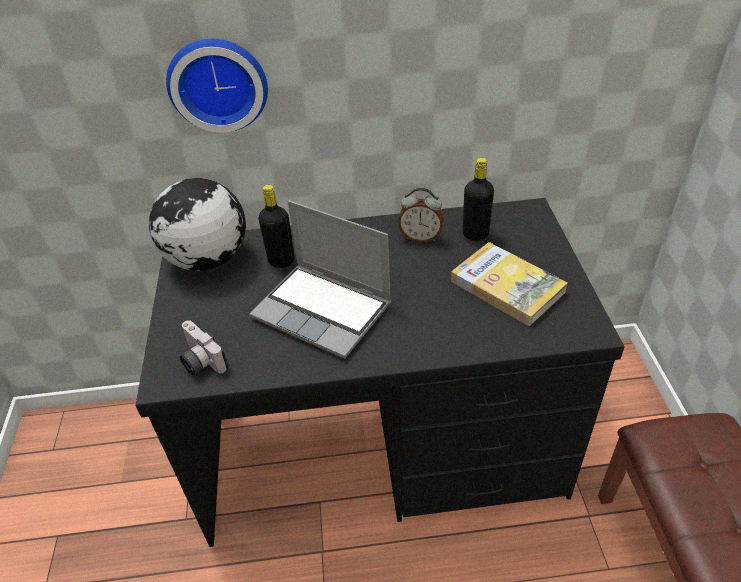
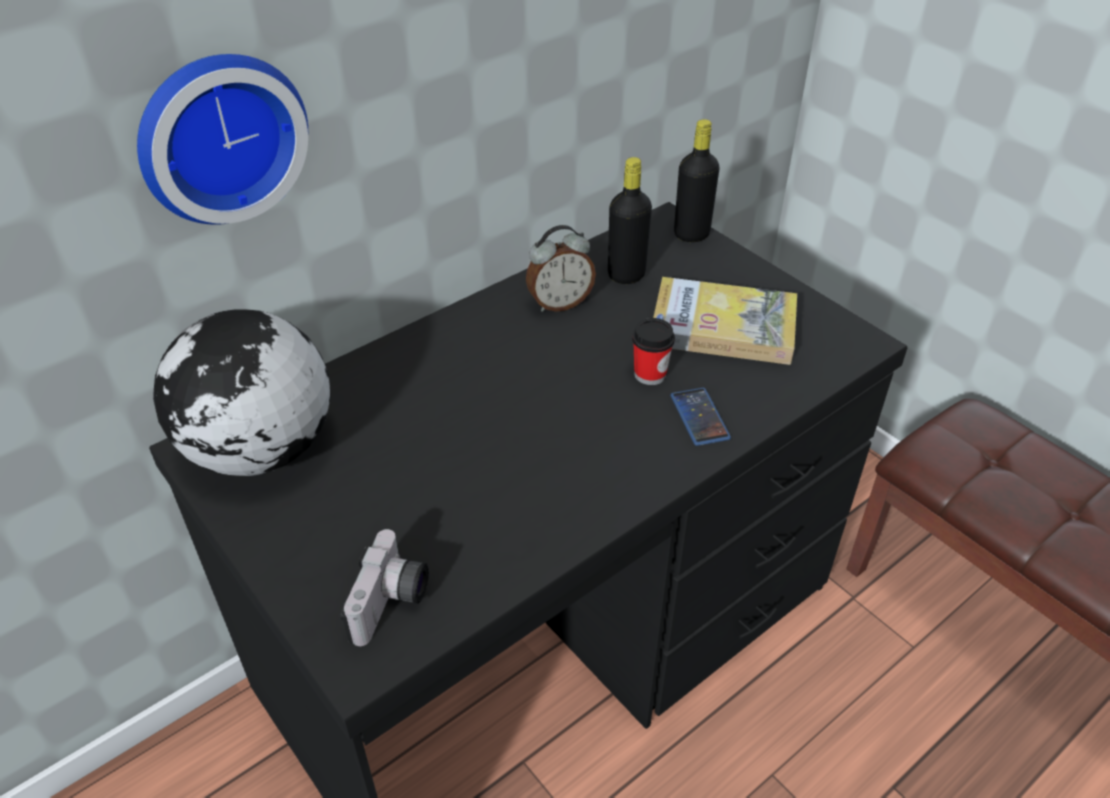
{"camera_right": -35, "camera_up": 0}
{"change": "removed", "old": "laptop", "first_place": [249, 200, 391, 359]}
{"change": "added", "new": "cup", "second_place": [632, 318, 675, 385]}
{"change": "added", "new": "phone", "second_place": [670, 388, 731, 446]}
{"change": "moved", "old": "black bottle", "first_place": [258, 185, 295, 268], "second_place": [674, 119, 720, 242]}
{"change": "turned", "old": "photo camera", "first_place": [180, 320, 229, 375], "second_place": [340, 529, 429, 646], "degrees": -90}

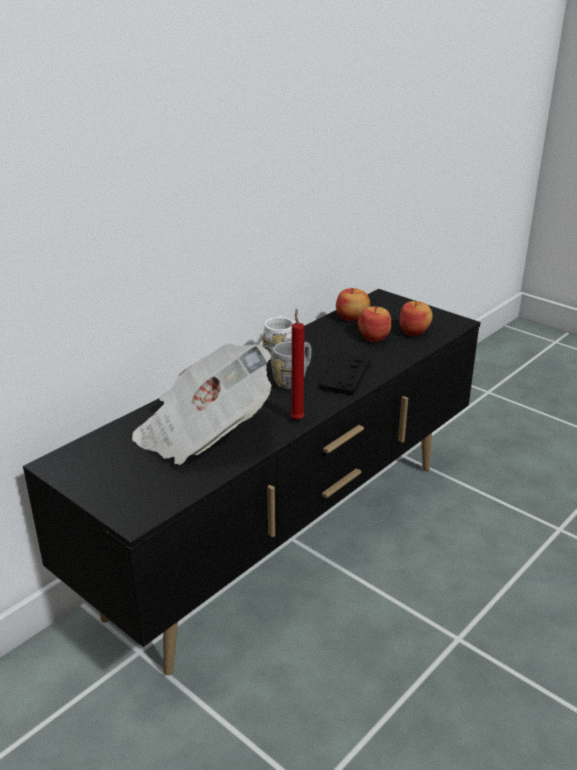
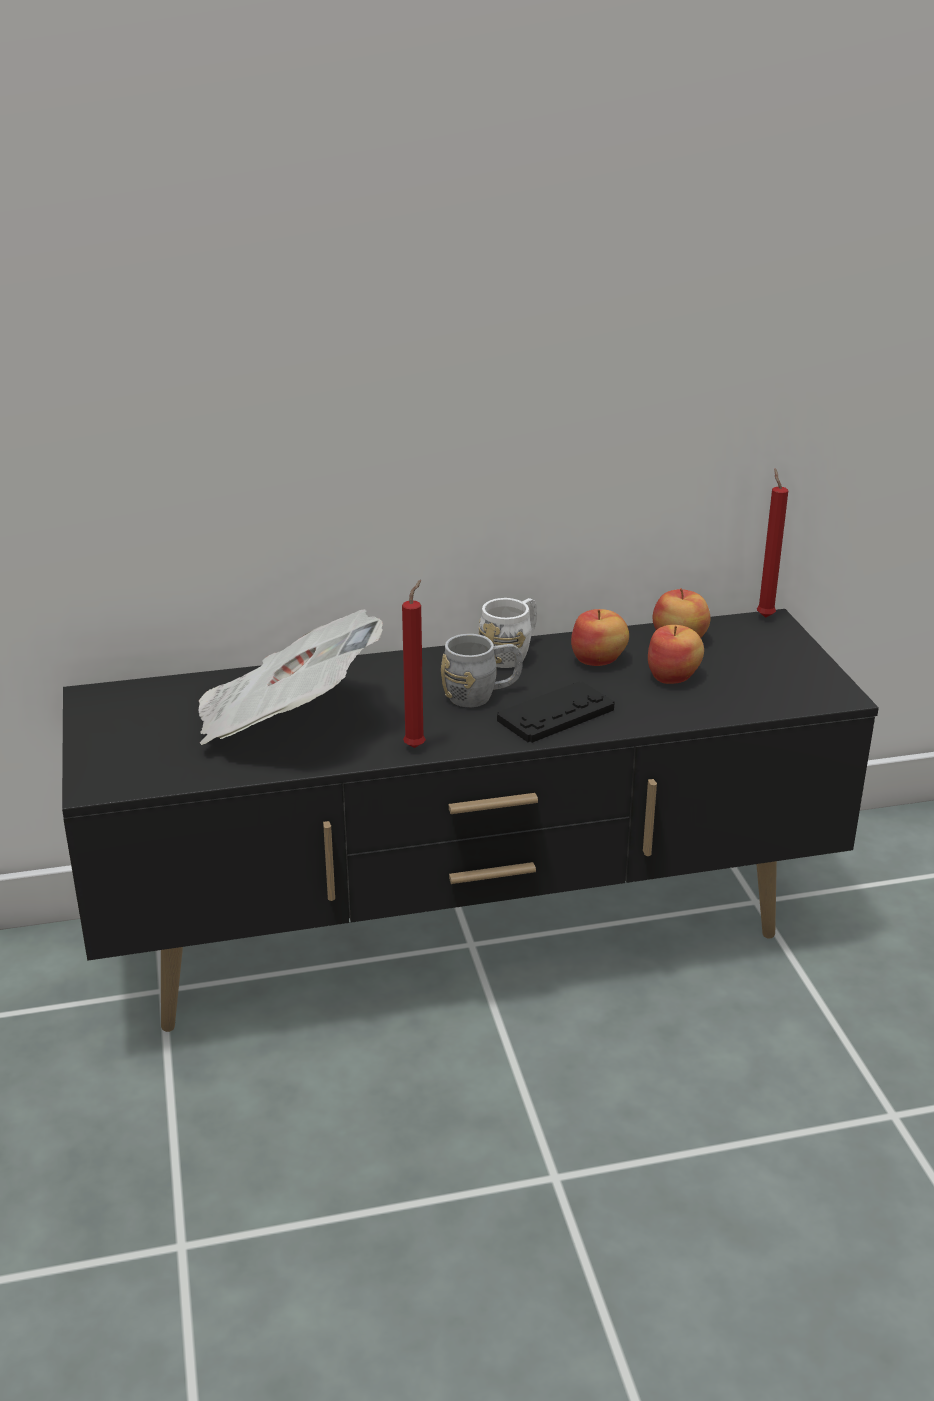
{"camera_right": 35, "camera_up": 0}
{"change": "added", "new": "red candle", "second_place": [757, 469, 788, 618]}
{"change": "moved", "old": "apple", "first_place": [400, 301, 433, 336], "second_place": [571, 609, 629, 666]}

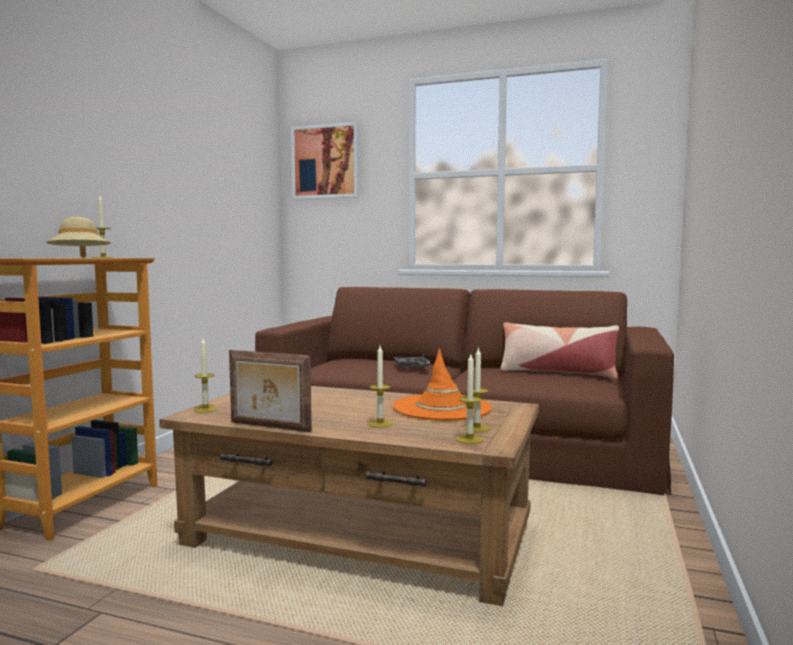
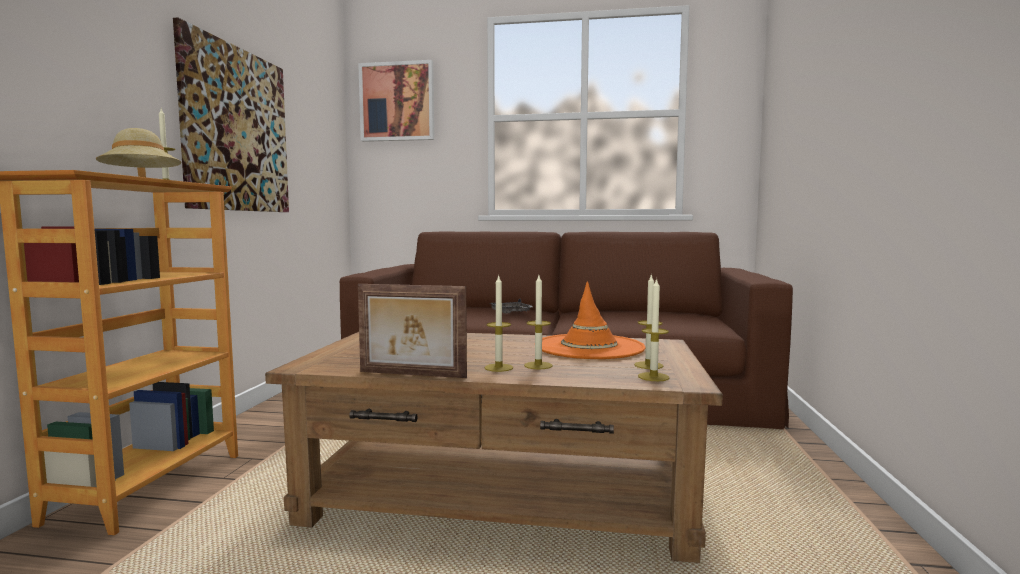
{"camera_right": -10, "camera_up": 0}
{"change": "removed", "old": "pillow", "first_place": [501, 323, 619, 379]}
{"change": "added", "new": "picture", "second_place": [173, 17, 289, 212]}
{"change": "moved", "old": "candle", "first_place": [194, 338, 217, 413], "second_place": [485, 276, 513, 372]}

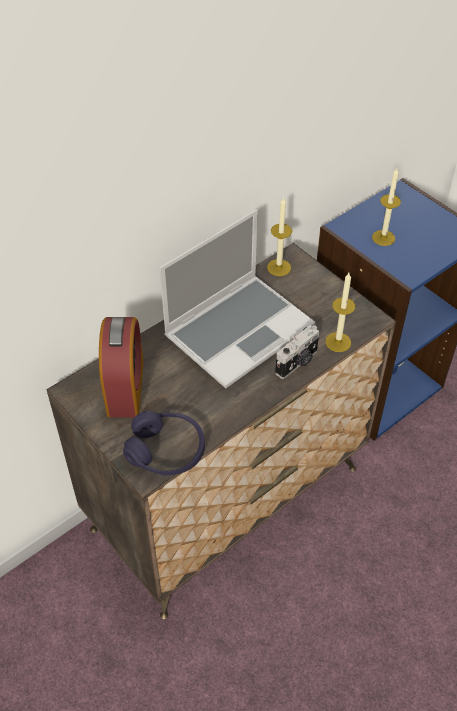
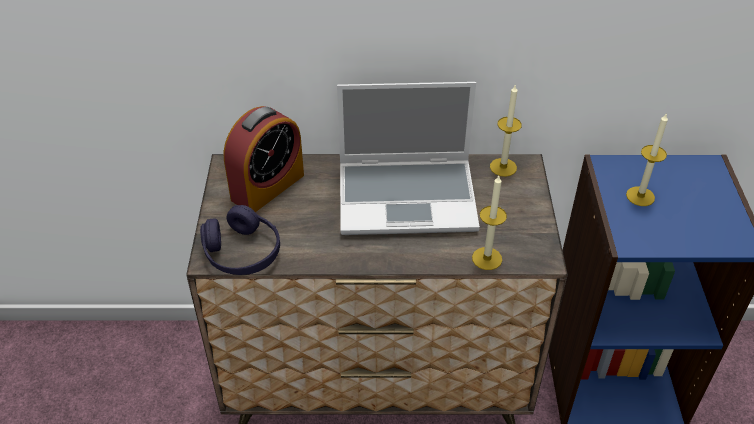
{"camera_right": 40, "camera_up": -5}
{"change": "removed", "old": "photo camera", "first_place": [275, 325, 319, 379]}

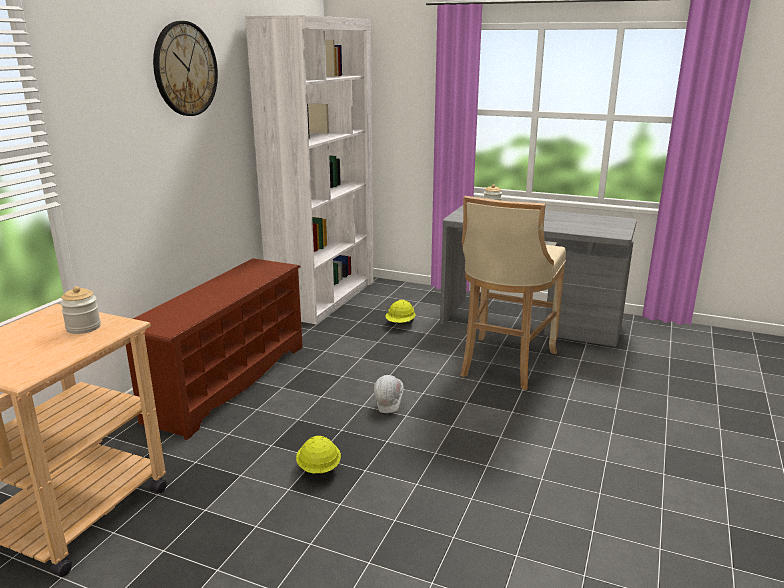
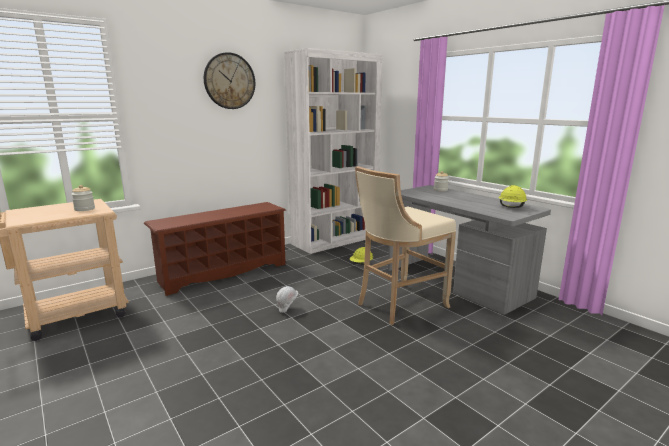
{"camera_right": 30, "camera_up": -5}
{"change": "moved", "old": "yellow hard hat", "first_place": [296, 436, 341, 474], "second_place": [498, 185, 528, 208]}

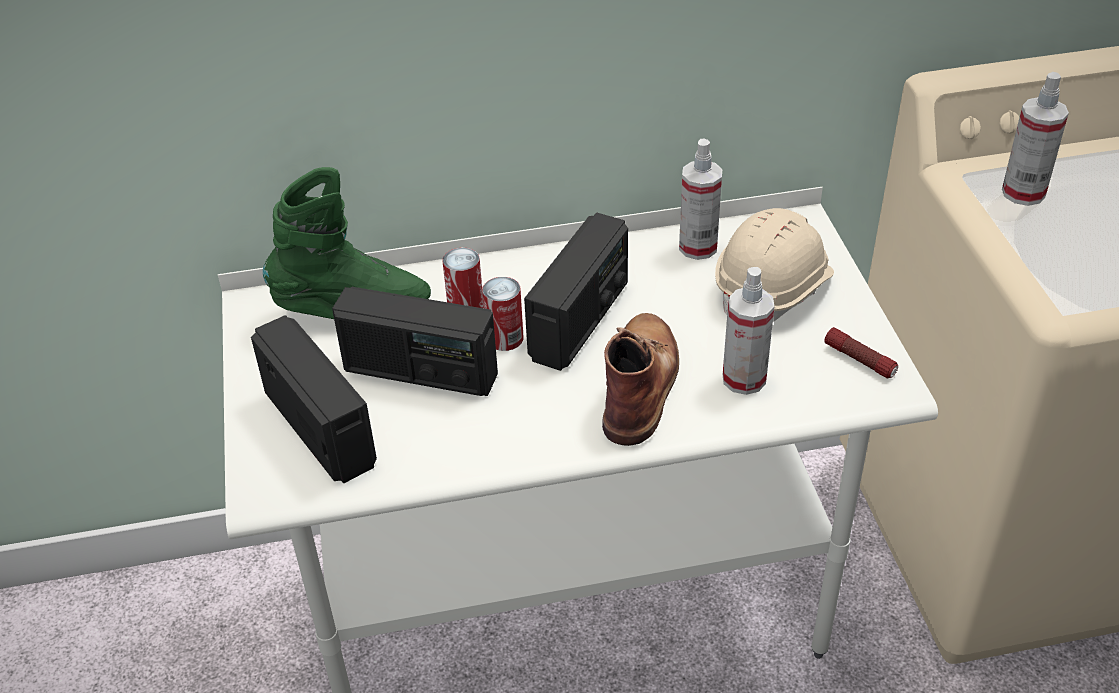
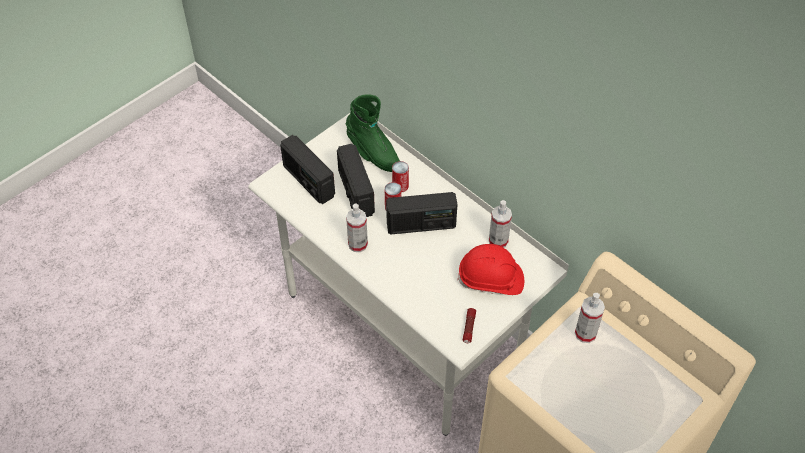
{"camera_right": 55, "camera_up": 10}
{"change": "removed", "old": "brown boot", "first_place": [602, 313, 679, 446]}
{"change": "moved", "old": "spray bottle", "first_place": [723, 267, 774, 395], "second_place": [346, 204, 368, 252]}
{"change": "recoloured", "old": "beige hard hat", "new": "red hard hat", "first_place": [715, 208, 834, 322], "second_place": [457, 244, 524, 295]}
{"change": "turned", "old": "radio", "first_place": [251, 315, 377, 483], "second_place": [280, 135, 335, 204], "degrees": 120}

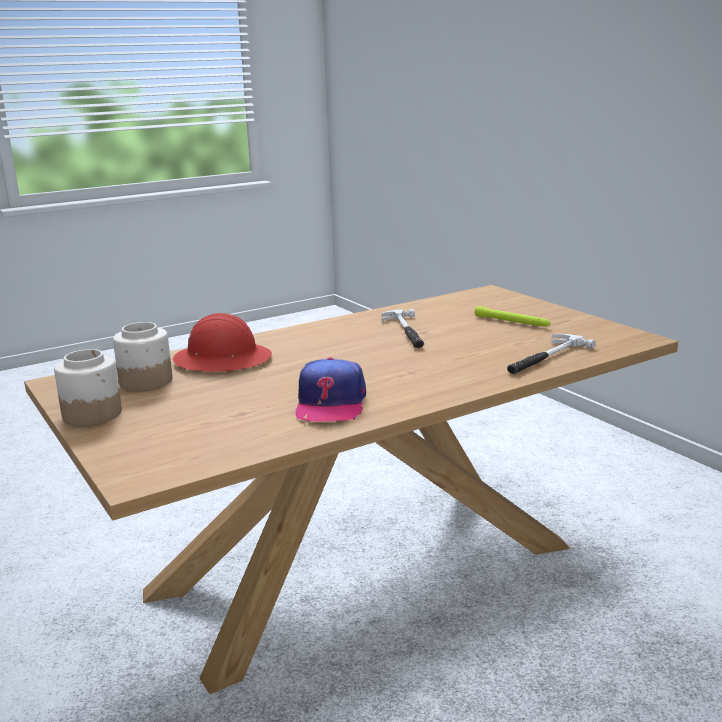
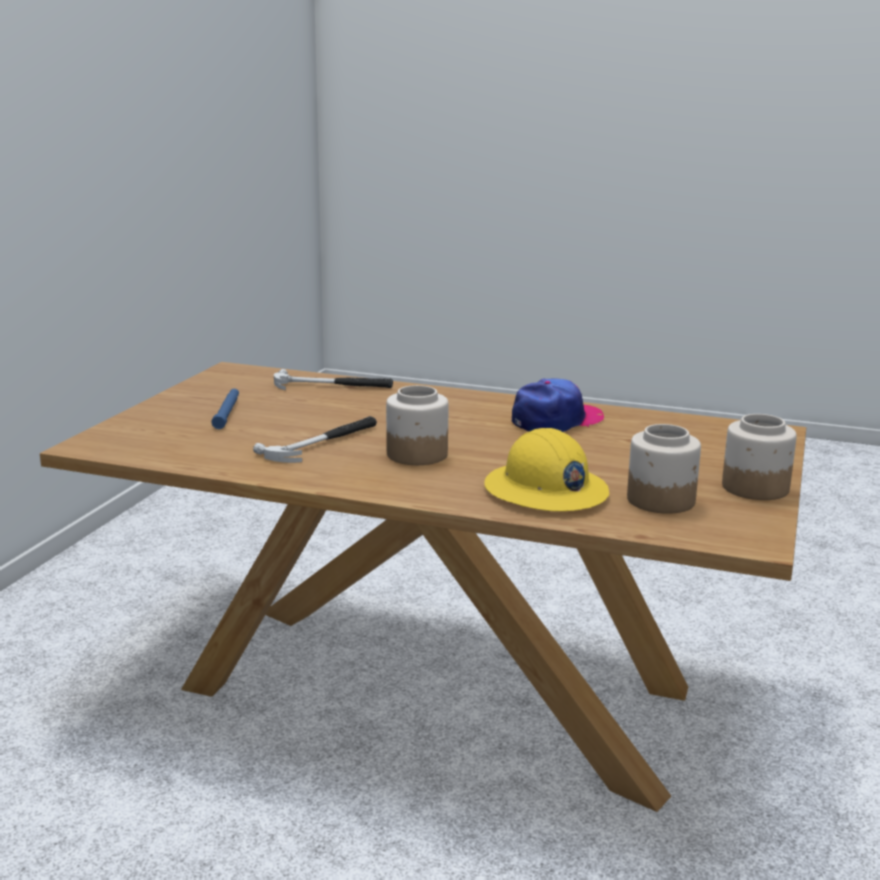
{"camera_right": -130, "camera_up": 0}
{"change": "added", "new": "jar", "second_place": [386, 385, 449, 465]}
{"change": "recoloured", "old": "red hard hat", "new": "yellow hard hat", "first_place": [173, 313, 272, 371], "second_place": [484, 428, 609, 511]}
{"change": "recoloured", "old": "green flashlight", "new": "blue flashlight", "first_place": [475, 306, 551, 327], "second_place": [211, 389, 239, 429]}

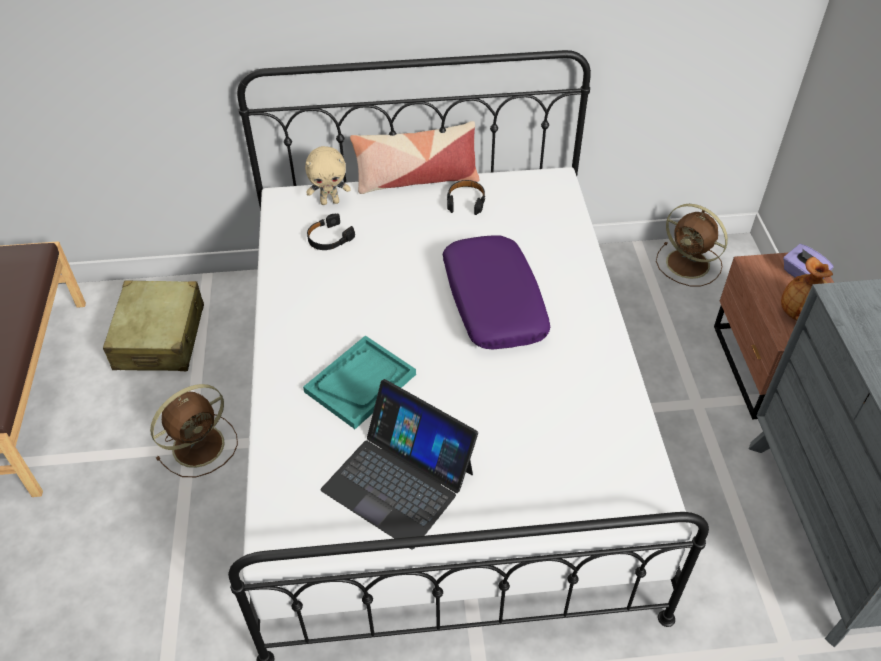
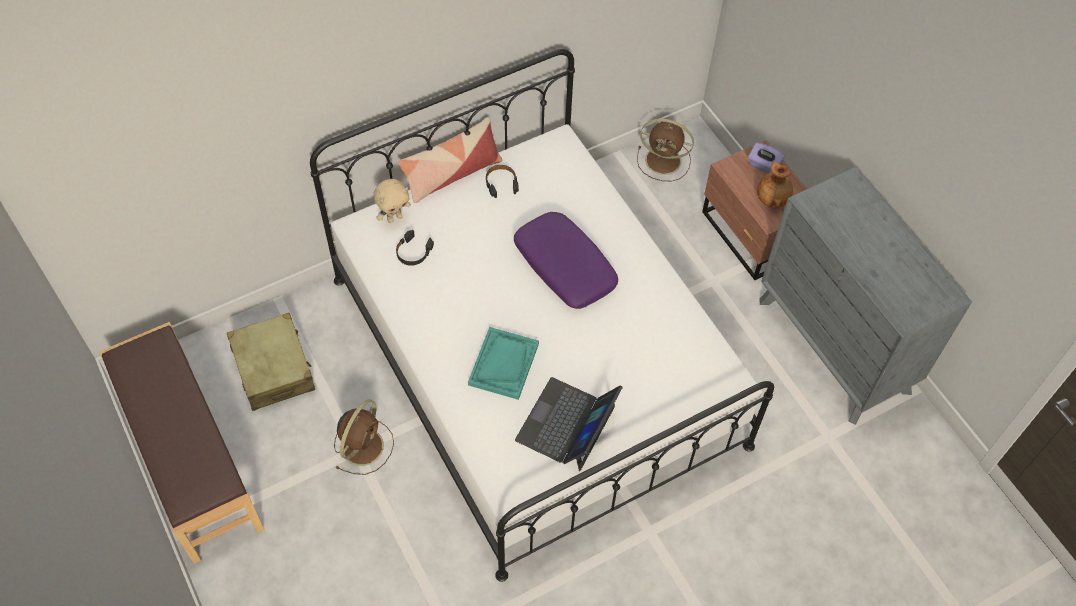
{"camera_right": -25, "camera_up": 10}
{"change": "turned", "old": "laptop", "first_place": [321, 379, 478, 550], "second_place": [515, 377, 623, 471], "degrees": 105}

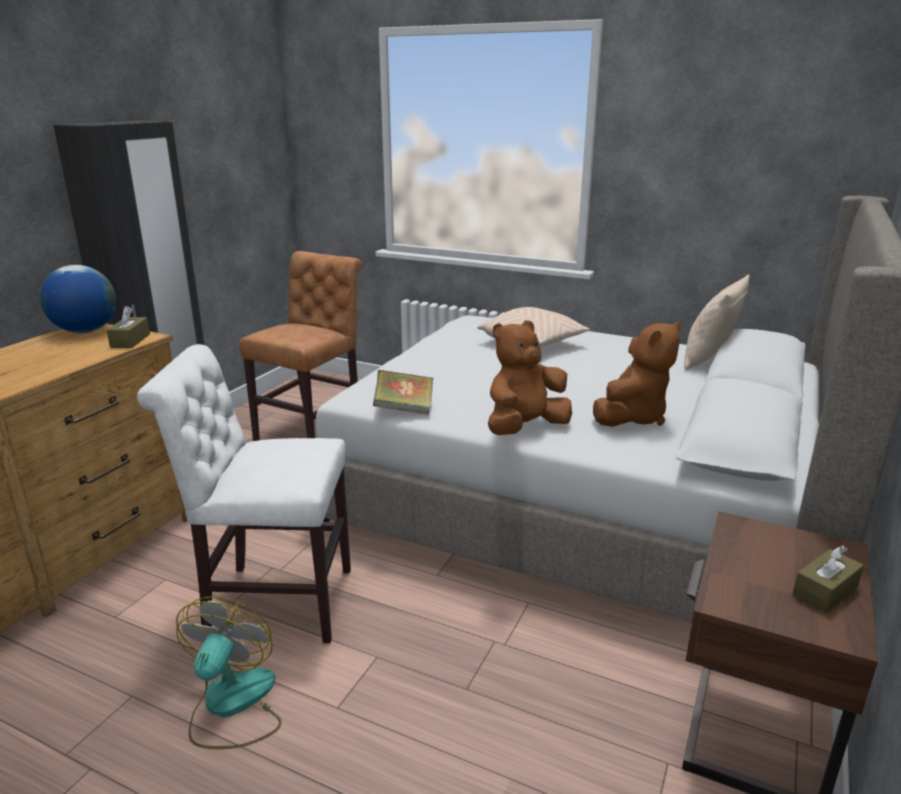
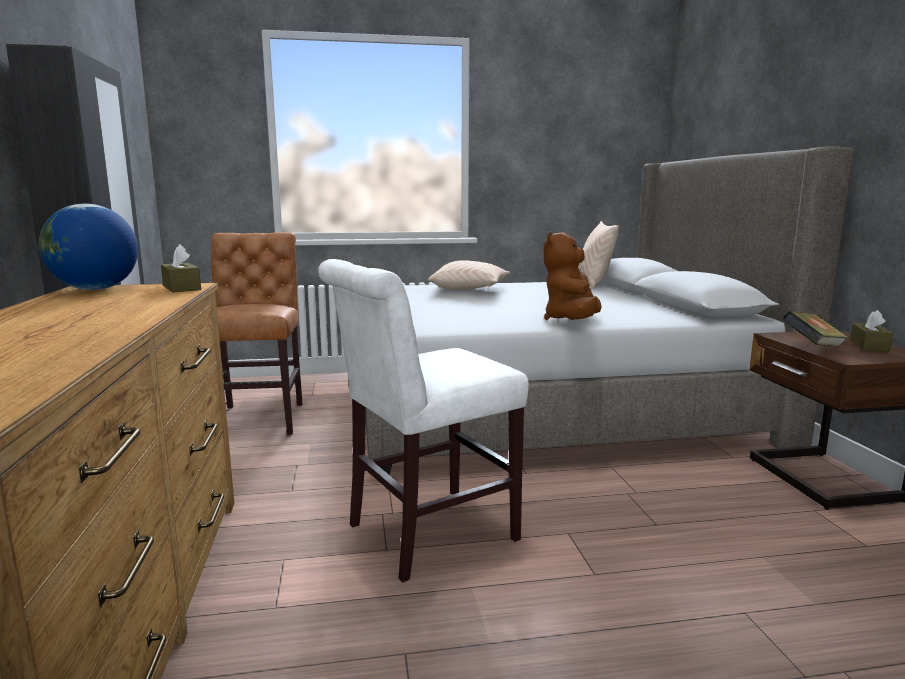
{"camera_right": -35, "camera_up": -10}
{"change": "removed", "old": "fan", "first_place": [176, 596, 282, 749]}
{"change": "removed", "old": "brown plush toy", "first_place": [593, 321, 680, 427]}
{"change": "moved", "old": "book", "first_place": [373, 370, 433, 415], "second_place": [782, 311, 848, 347]}

